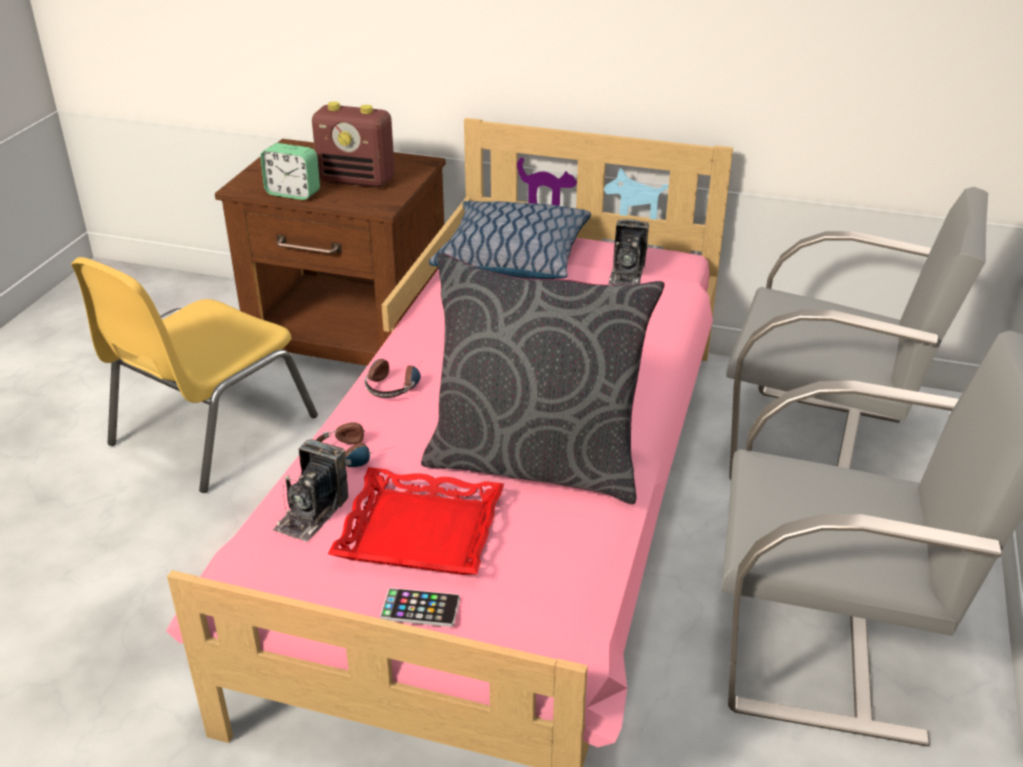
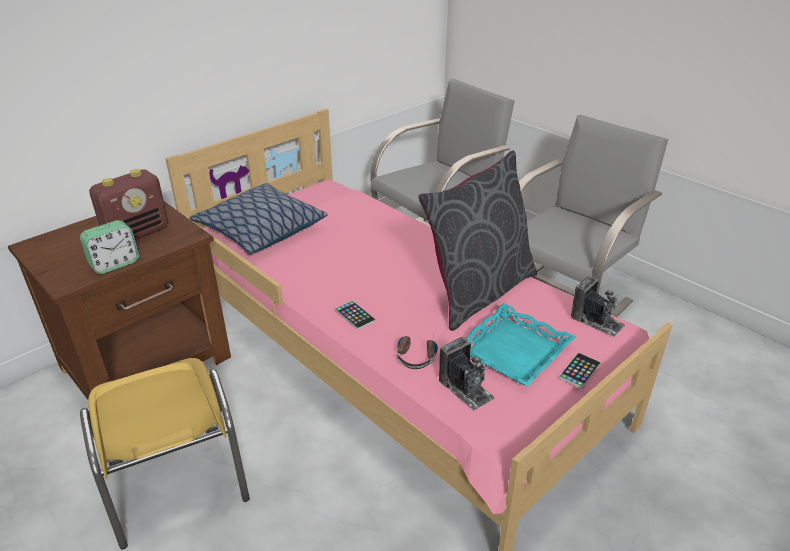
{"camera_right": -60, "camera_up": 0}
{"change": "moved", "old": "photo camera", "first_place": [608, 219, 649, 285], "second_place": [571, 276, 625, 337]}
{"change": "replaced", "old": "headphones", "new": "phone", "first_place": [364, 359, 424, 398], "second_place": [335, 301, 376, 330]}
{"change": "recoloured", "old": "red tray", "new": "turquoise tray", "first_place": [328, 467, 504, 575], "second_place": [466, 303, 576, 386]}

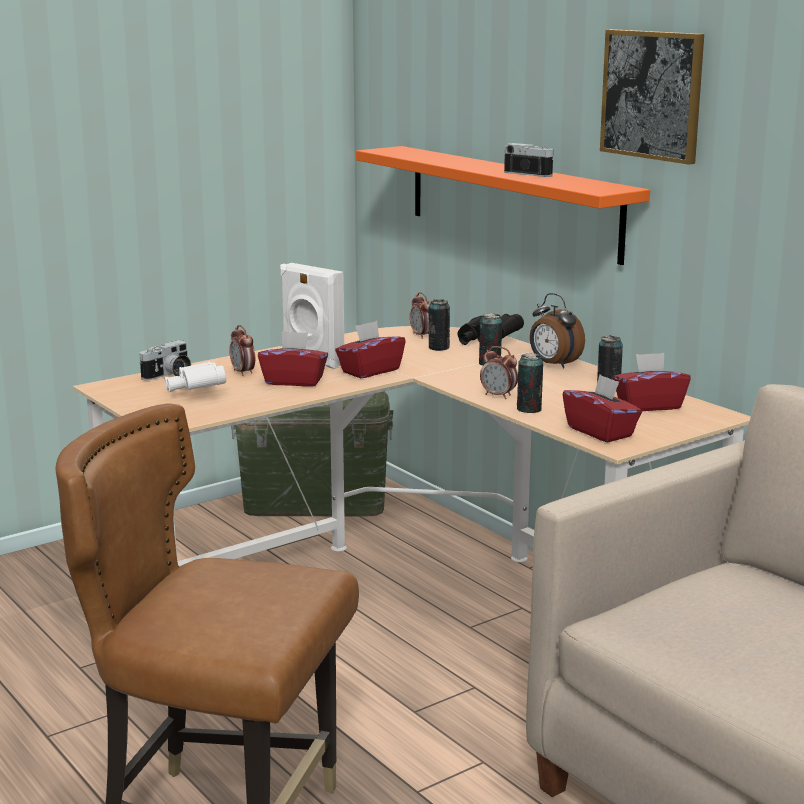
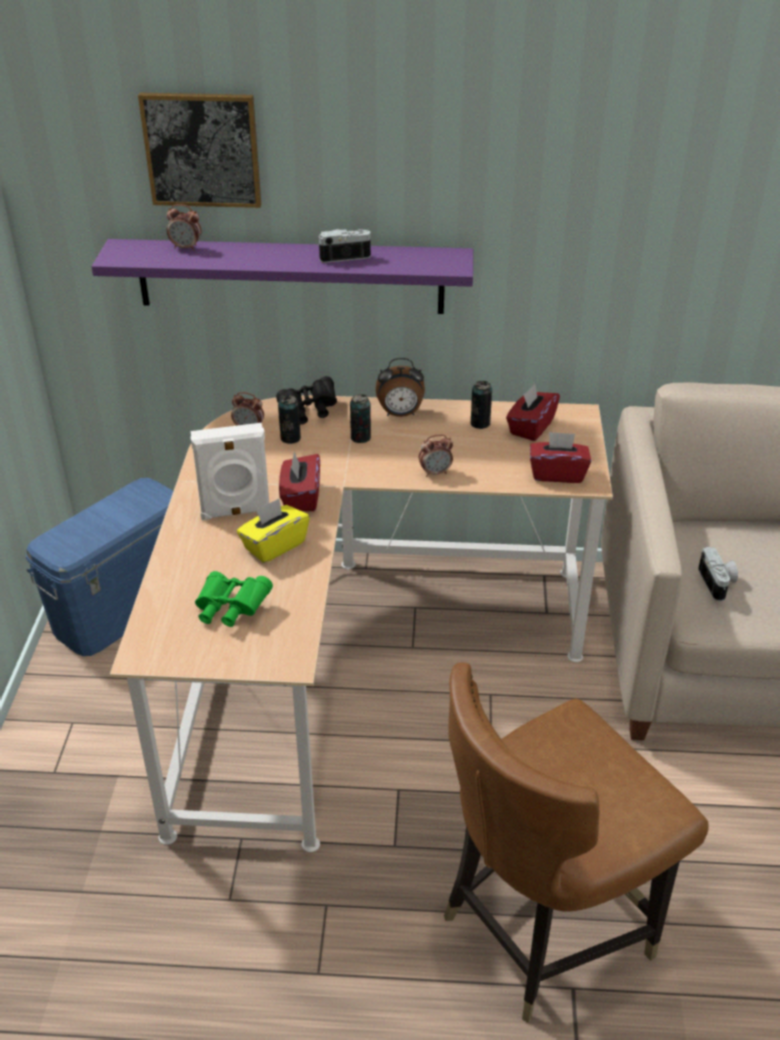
{"camera_right": -50, "camera_up": 20}
{"change": "removed", "old": "can", "first_place": [517, 353, 543, 413]}
{"change": "moved", "old": "photo camera", "first_place": [139, 340, 191, 380], "second_place": [698, 547, 738, 602]}
{"change": "moved", "old": "alarm clock", "first_place": [229, 325, 255, 376], "second_place": [167, 204, 201, 251]}
{"change": "moved", "old": "picture", "first_place": [600, 29, 704, 165], "second_place": [138, 93, 261, 208]}
{"change": "recoloured", "old": "white binoculars", "new": "green binoculars", "first_place": [164, 362, 226, 392], "second_place": [195, 571, 273, 627]}
{"change": "recoloured", "old": "green storage box", "new": "blue storage box", "first_place": [231, 391, 393, 517], "second_place": [26, 478, 173, 656]}
{"change": "recoloured", "old": "red tissue box", "new": "yellow tissue box", "first_place": [258, 331, 328, 387], "second_place": [237, 499, 310, 563]}
{"change": "recoloured", "old": "orange shelf", "new": "purple shelf", "first_place": [356, 146, 650, 265], "second_place": [91, 239, 473, 314]}

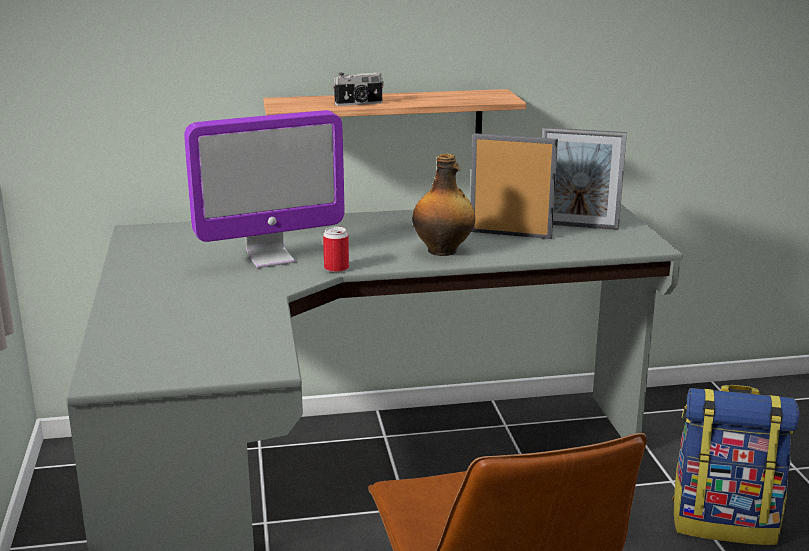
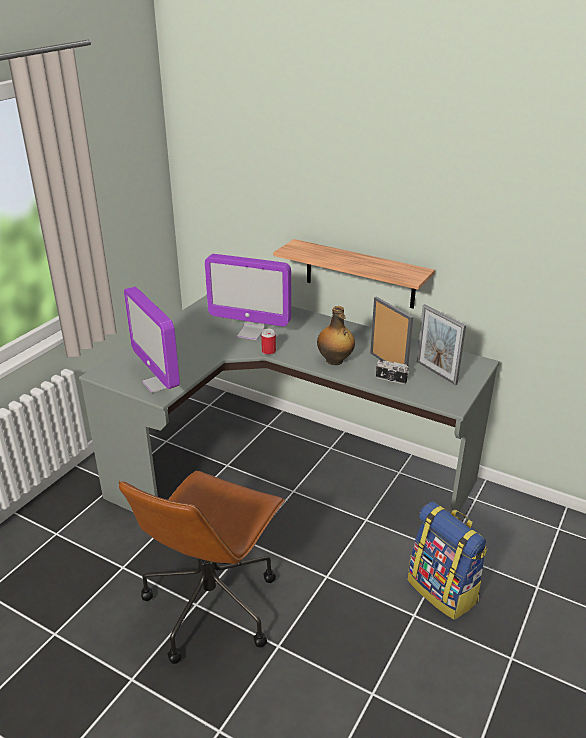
{"camera_right": 40, "camera_up": 10}
{"change": "added", "new": "monitor", "second_place": [124, 287, 180, 393]}
{"change": "moved", "old": "photo camera", "first_place": [333, 73, 384, 106], "second_place": [376, 359, 409, 384]}

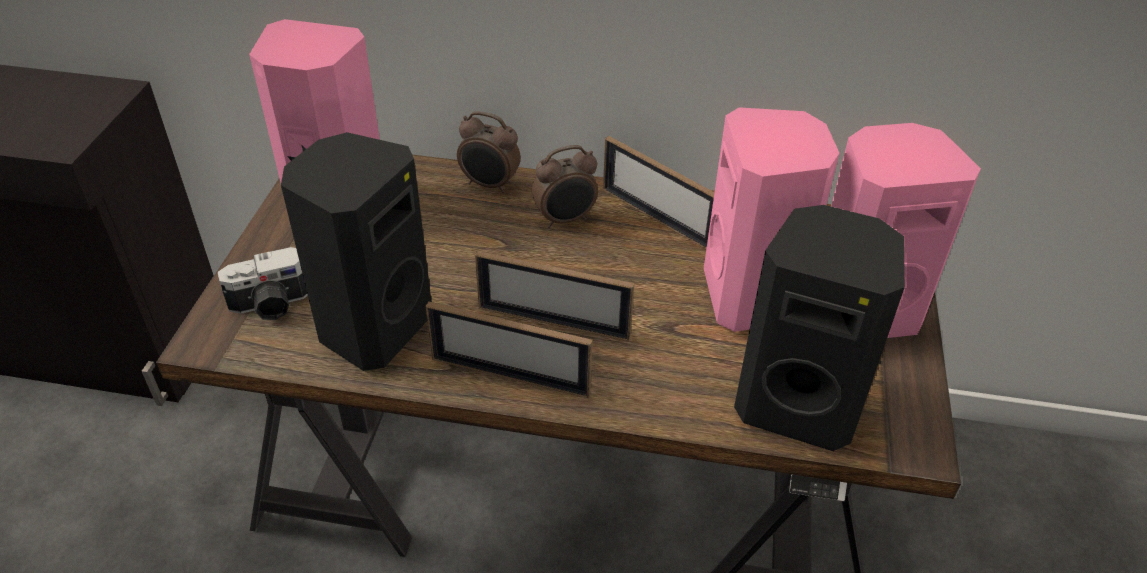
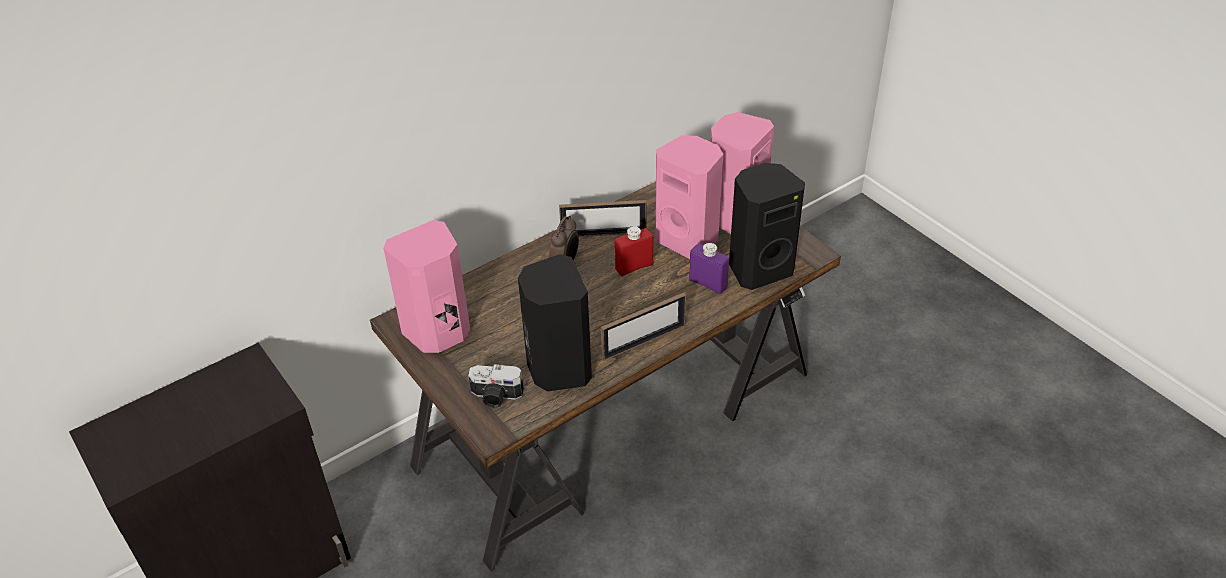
{"camera_right": -45, "camera_up": 0}
{"change": "removed", "old": "alarm clock", "first_place": [457, 111, 521, 193]}
{"change": "removed", "old": "picture frame", "first_place": [475, 251, 634, 341]}
{"change": "added", "new": "red bottle", "second_place": [615, 226, 654, 276]}
{"change": "added", "new": "purple bottle", "second_place": [689, 243, 729, 294]}
{"change": "turned", "old": "photo camera", "first_place": [218, 247, 308, 320], "second_place": [468, 364, 524, 408], "degrees": 75}

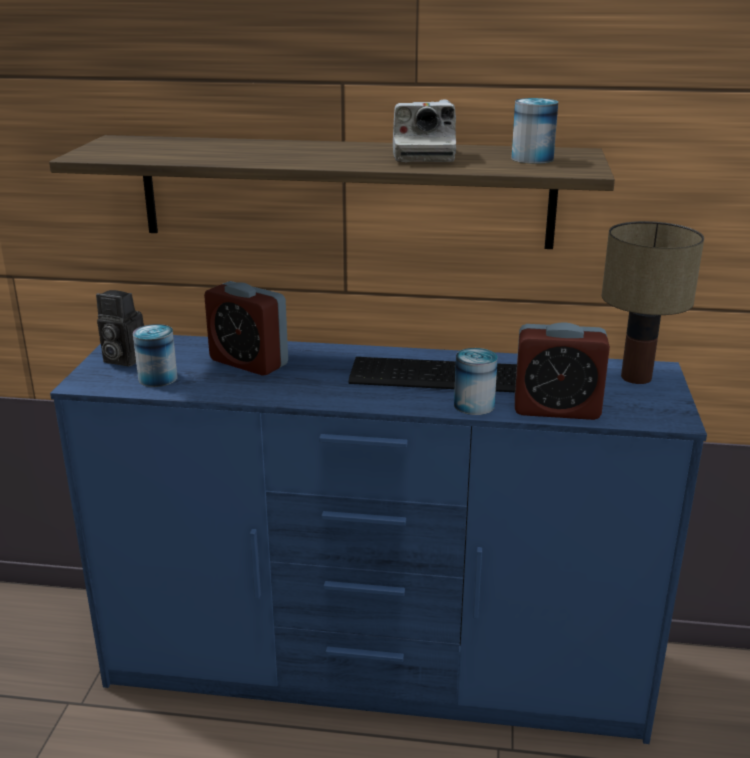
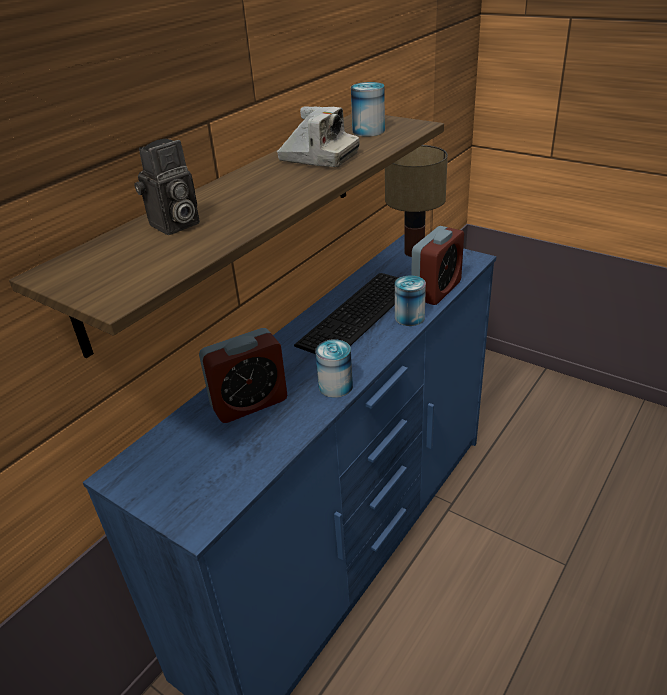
{"camera_right": -60, "camera_up": 10}
{"change": "moved", "old": "photo camera", "first_place": [96, 290, 144, 367], "second_place": [134, 139, 200, 235]}
{"change": "moved", "old": "can", "first_place": [133, 324, 178, 387], "second_place": [315, 339, 353, 398]}

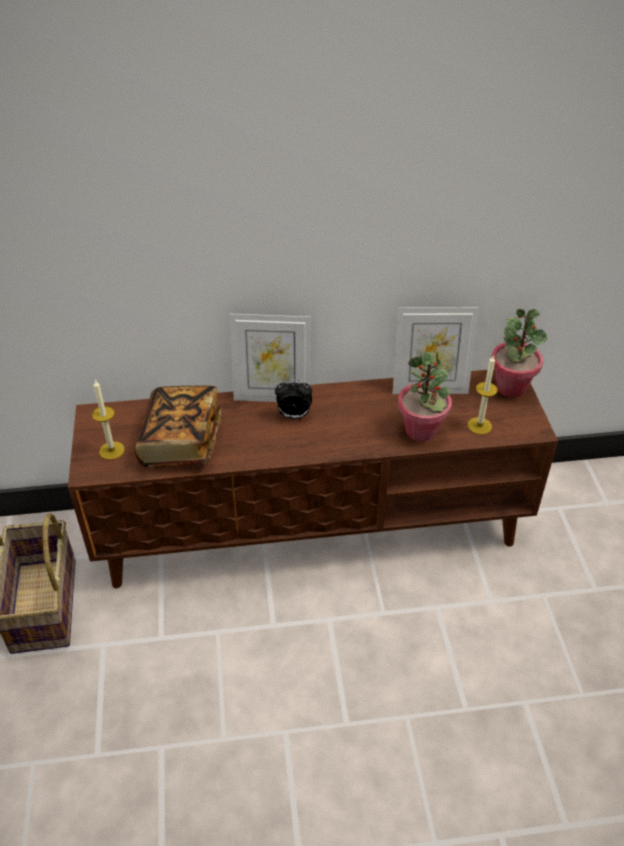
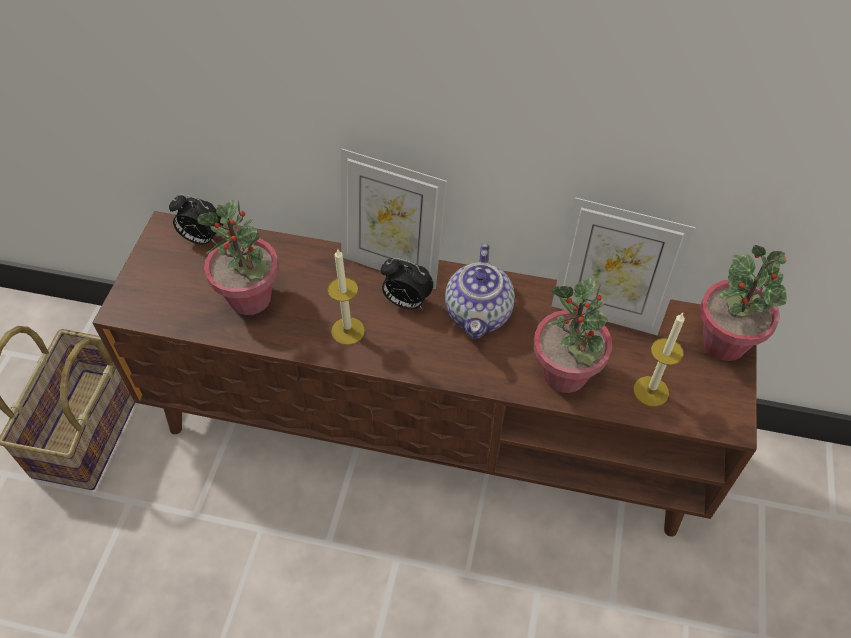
{"camera_right": 20, "camera_up": 10}
{"change": "added", "new": "alarm clock", "second_place": [169, 194, 224, 245]}
{"change": "added", "new": "teapot", "second_place": [445, 244, 515, 339]}
{"change": "moved", "old": "candle", "first_place": [92, 380, 125, 460], "second_place": [328, 248, 365, 345]}
{"change": "replaced", "old": "book", "new": "potted plant", "first_place": [134, 386, 222, 467], "second_place": [197, 200, 279, 315]}

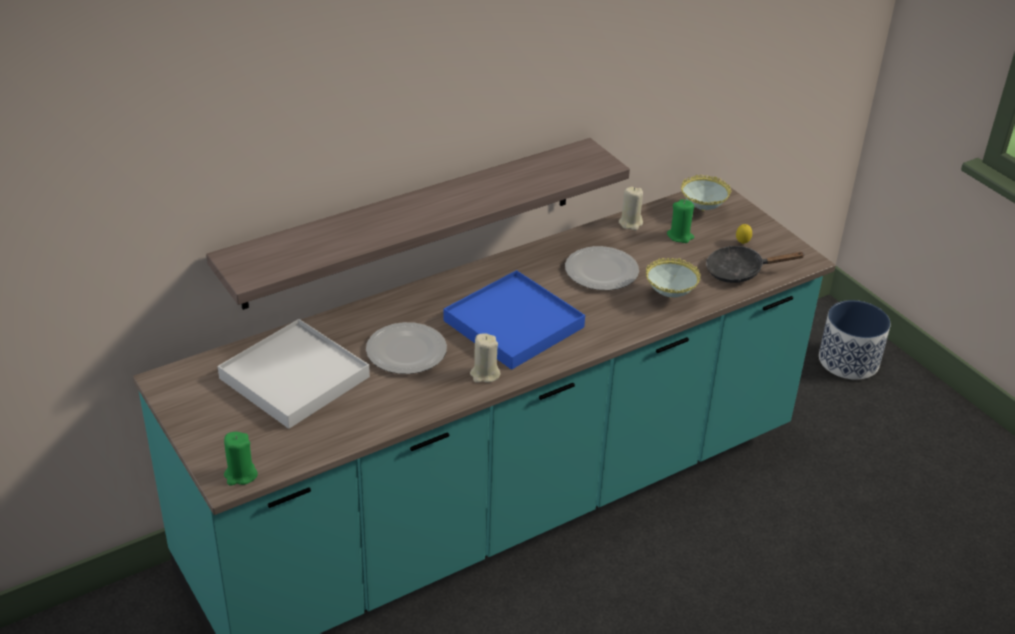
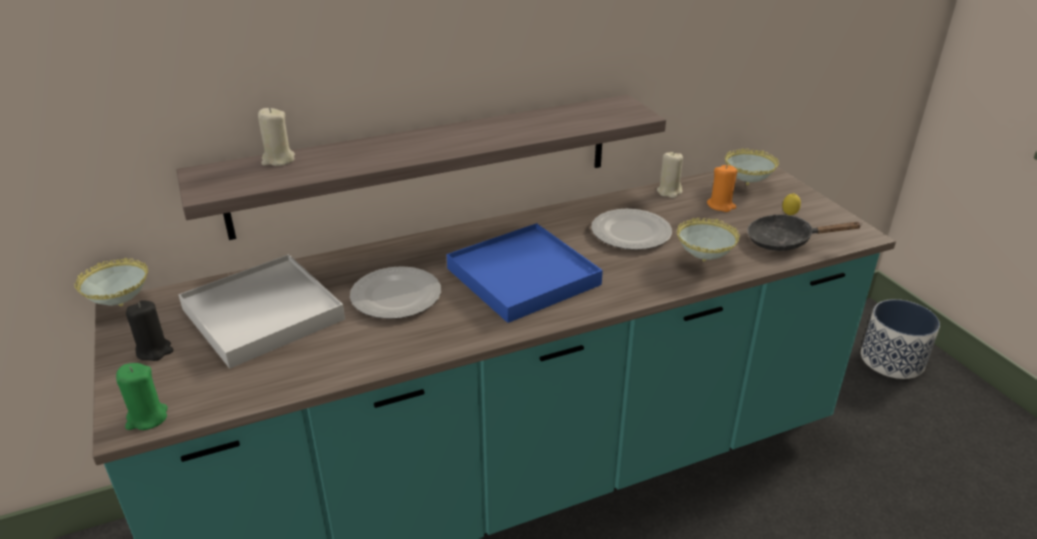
{"camera_right": 10, "camera_up": -5}
{"change": "added", "new": "bowl", "second_place": [74, 258, 148, 306]}
{"change": "added", "new": "black candle", "second_place": [126, 300, 173, 361]}
{"change": "moved", "old": "beige candle", "first_place": [470, 333, 500, 383], "second_place": [258, 108, 295, 166]}
{"change": "recoloured", "old": "green candle", "new": "orange candle", "first_place": [667, 199, 694, 243], "second_place": [707, 165, 738, 212]}

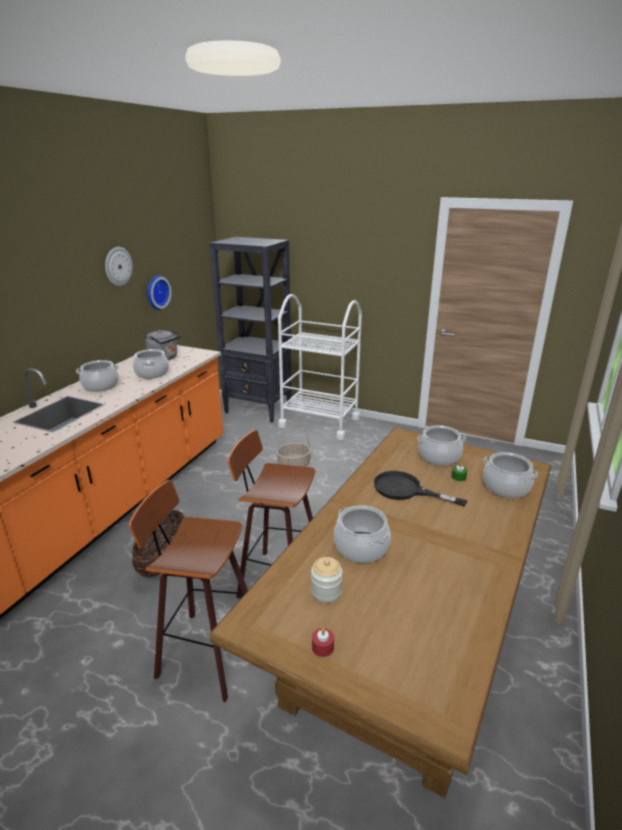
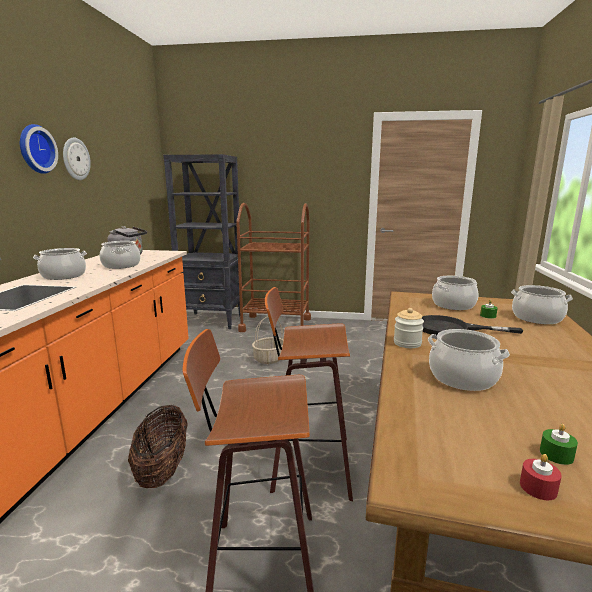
{"camera_right": -15, "camera_up": -10}
{"change": "added", "new": "green candle", "second_place": [540, 424, 578, 465]}
{"change": "moved", "old": "wall clock", "first_place": [147, 275, 172, 310], "second_place": [20, 124, 58, 174]}
{"change": "moved", "old": "jar", "first_place": [311, 557, 343, 603], "second_place": [394, 308, 424, 348]}
{"change": "recoloured", "old": "white cart", "new": "brown cart", "first_place": [278, 294, 362, 440], "second_place": [236, 203, 311, 332]}

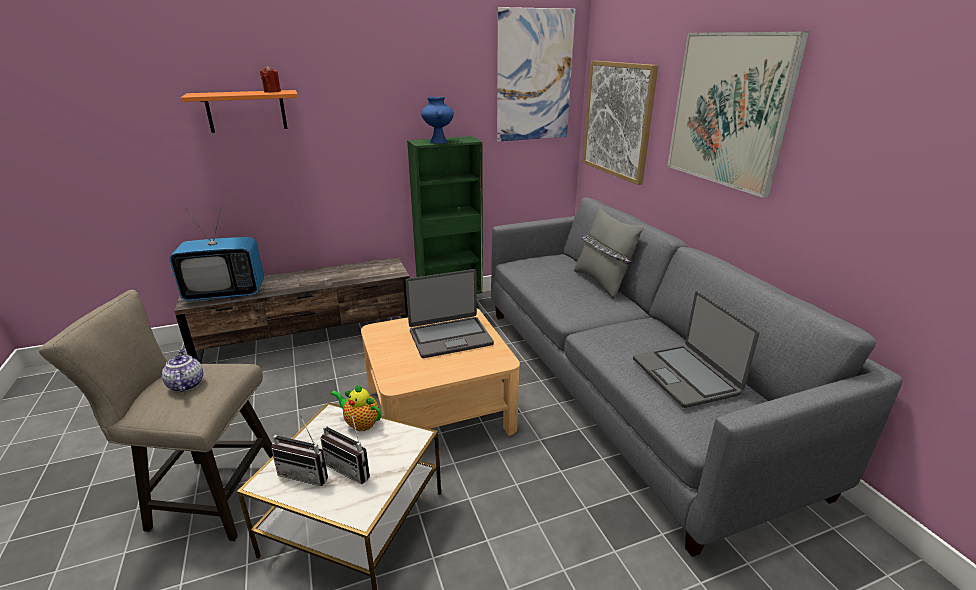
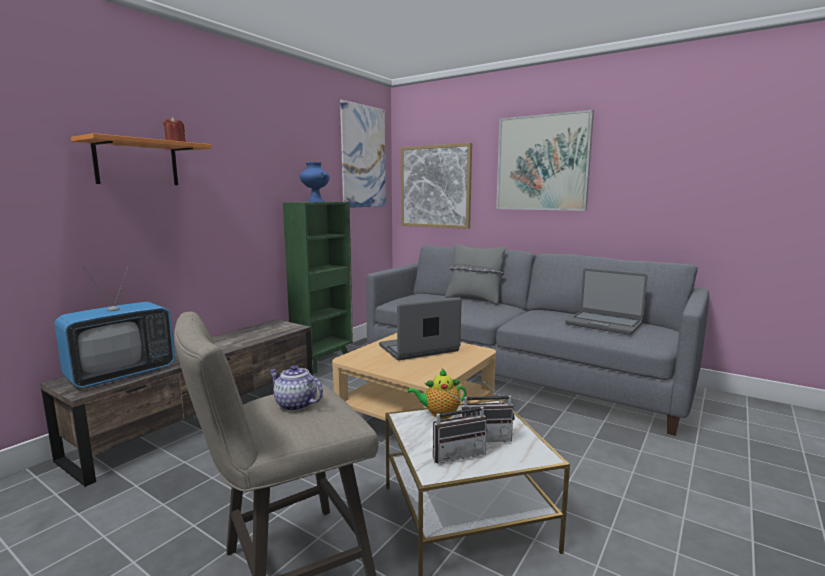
{"camera_right": -35, "camera_up": -15}
{"change": "turned", "old": "laptop", "first_place": [405, 269, 494, 358], "second_place": [379, 298, 462, 360], "degrees": -150}

